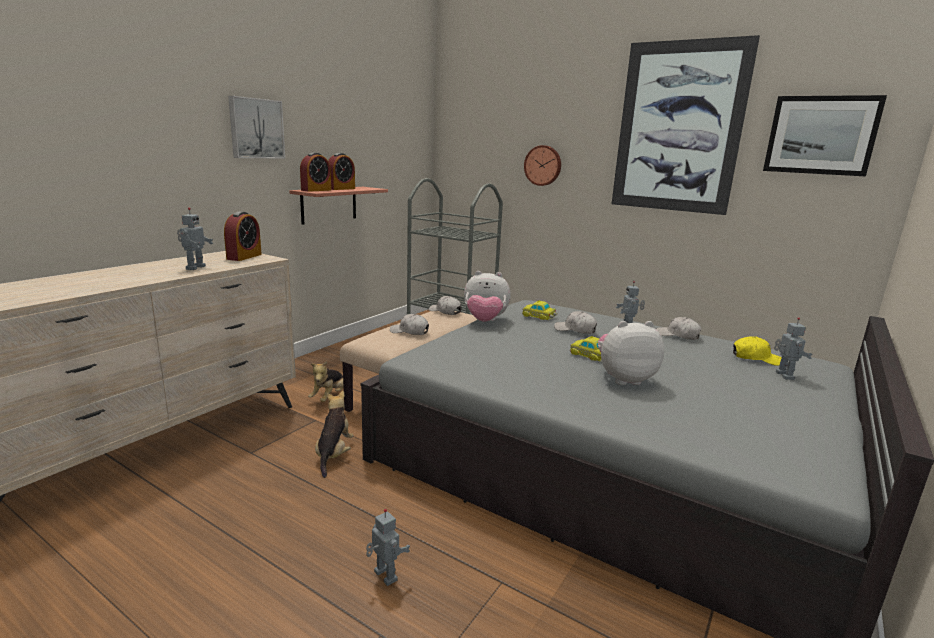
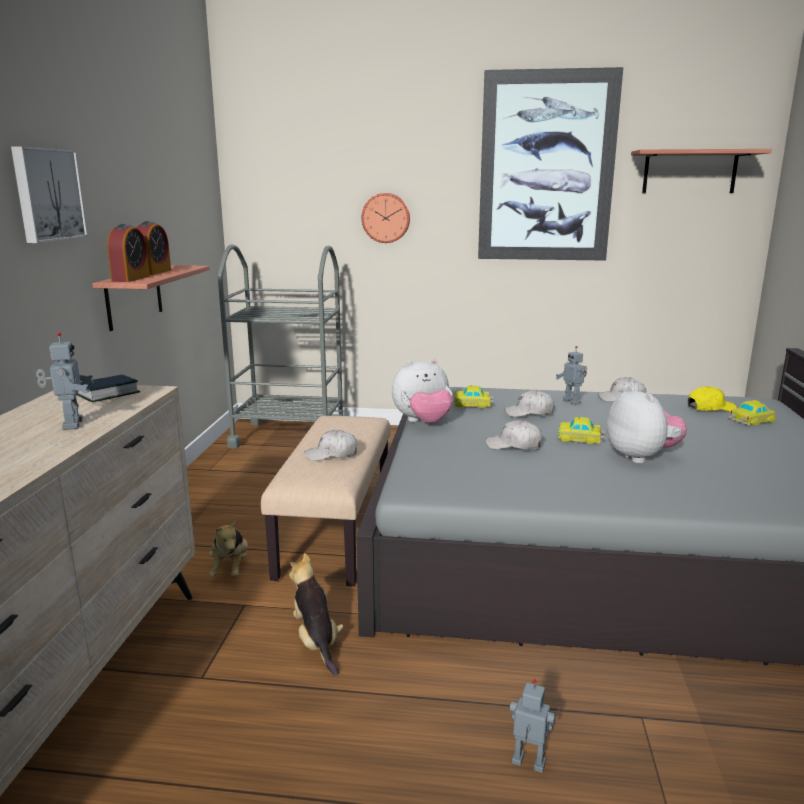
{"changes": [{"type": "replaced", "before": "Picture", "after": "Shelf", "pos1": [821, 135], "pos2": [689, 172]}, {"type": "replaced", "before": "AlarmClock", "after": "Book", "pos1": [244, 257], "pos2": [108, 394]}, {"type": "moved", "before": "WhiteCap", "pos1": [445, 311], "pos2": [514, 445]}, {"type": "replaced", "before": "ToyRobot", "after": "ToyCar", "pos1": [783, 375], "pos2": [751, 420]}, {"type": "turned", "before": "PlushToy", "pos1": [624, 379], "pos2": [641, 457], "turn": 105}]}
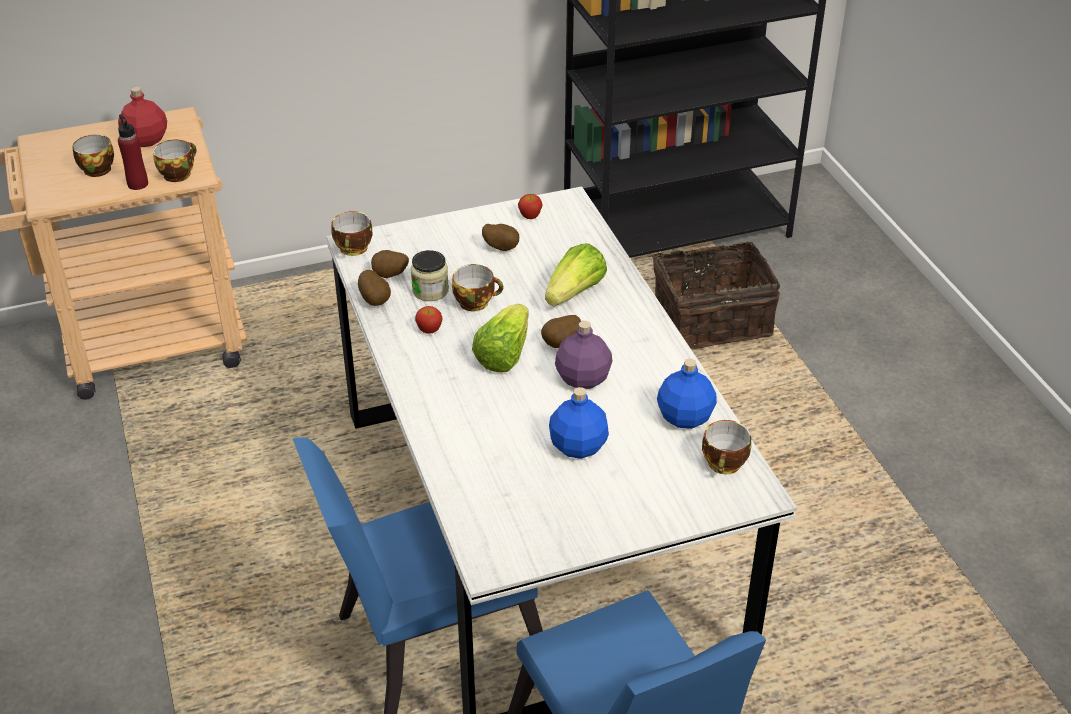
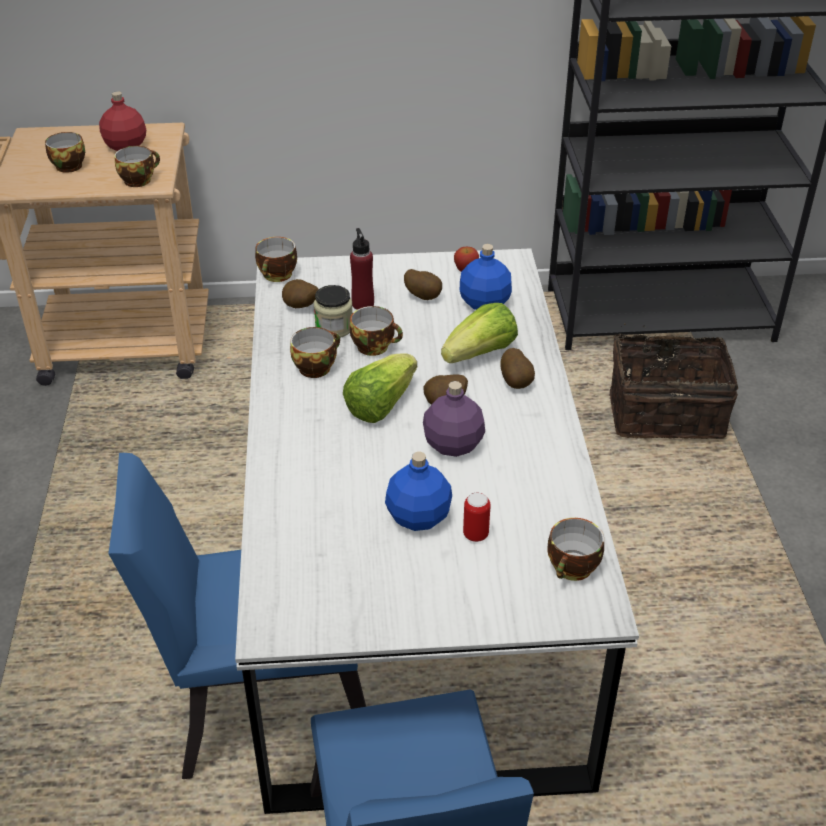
{"changes": [{"type": "moved", "before": "RedBottle", "pos1": [138, 184], "pos2": [363, 304]}, {"type": "moved", "before": "Potato", "pos1": [376, 300], "pos2": [517, 382]}, {"type": "replaced", "before": "Apple", "after": "Cup", "pos1": [429, 330], "pos2": [316, 367]}, {"type": "moved", "before": "BlueBottle", "pos1": [685, 418], "pos2": [485, 303]}, {"type": "added", "after": "Can", "pos2": [475, 534]}]}
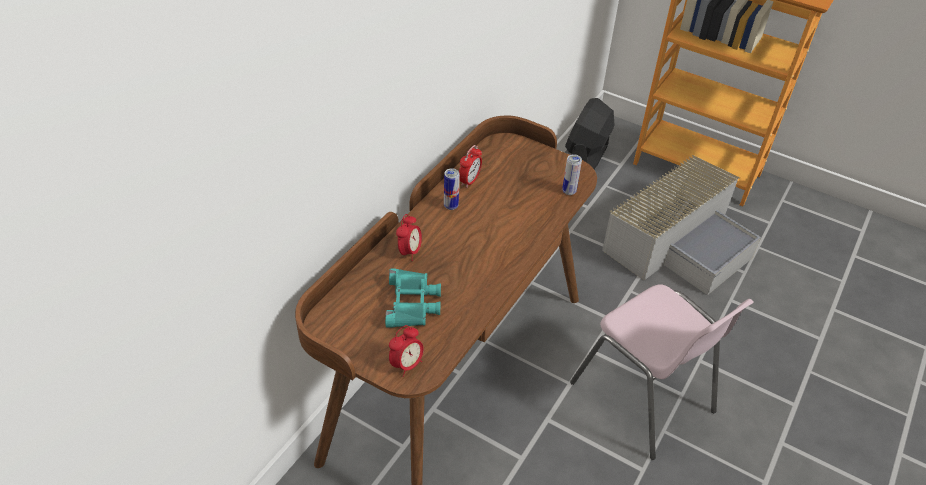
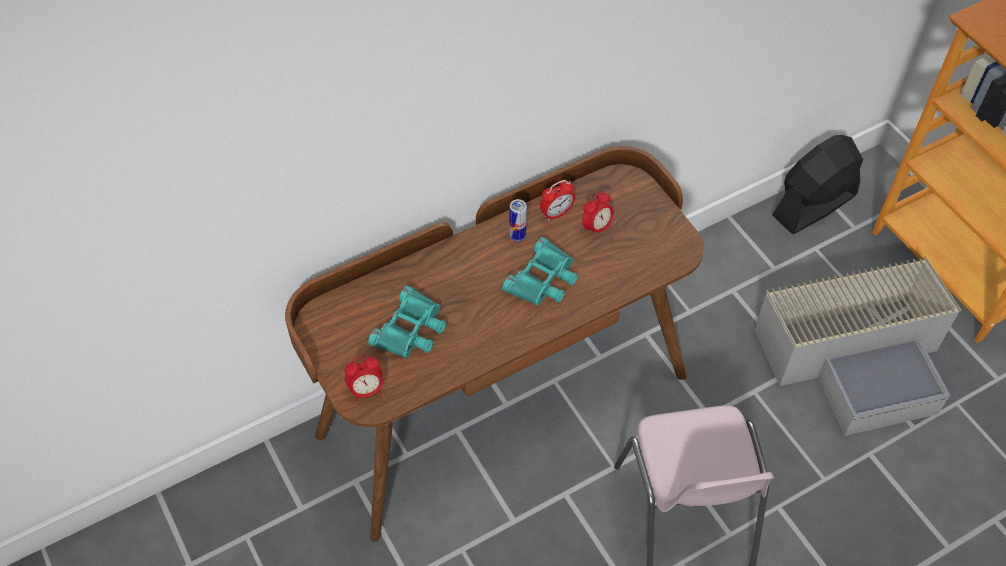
{"changes": [{"type": "removed", "before": "Can", "pos1": [569, 191]}, {"type": "moved", "before": "AlarmClock", "pos1": [409, 252], "pos2": [596, 228]}, {"type": "added", "after": "TurquoiseBinoculars", "pos2": [543, 279]}]}
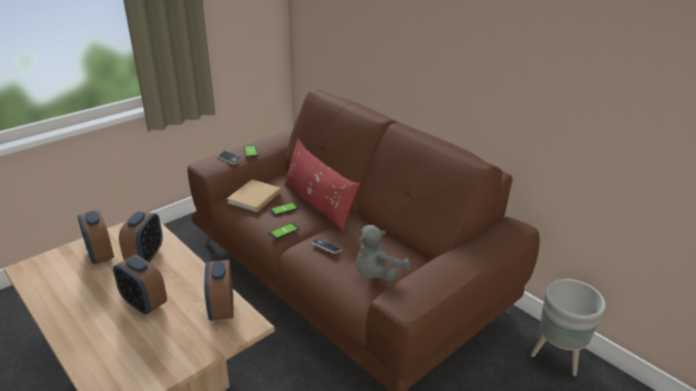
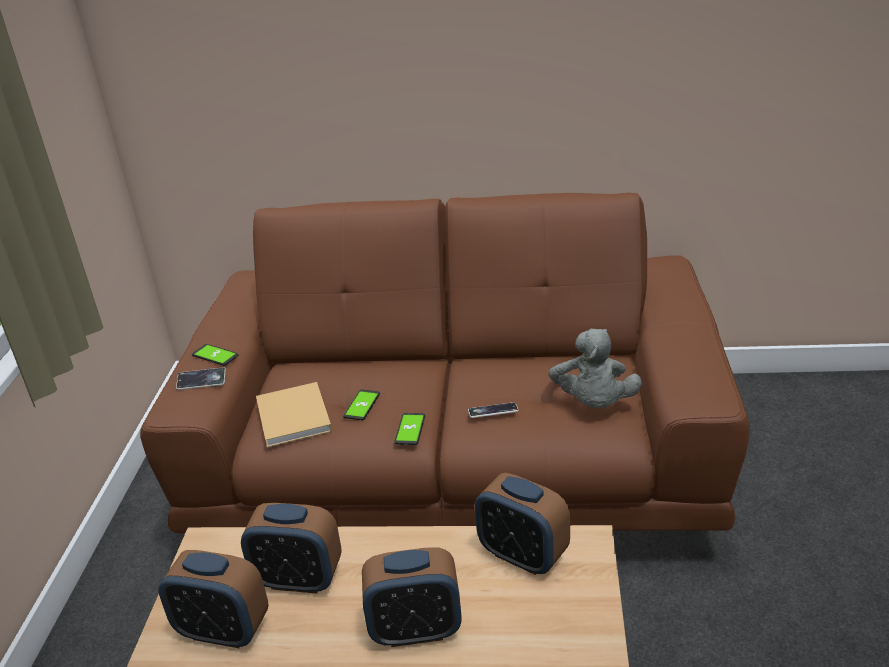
{"changes": [{"type": "removed", "before": "RedPillow", "pos1": [318, 204]}, {"type": "turned", "before": "AlarmClock", "pos1": [145, 256], "pos2": [299, 579], "turn": 135}, {"type": "removed", "before": "GreyPlanter", "pos1": [557, 357]}]}
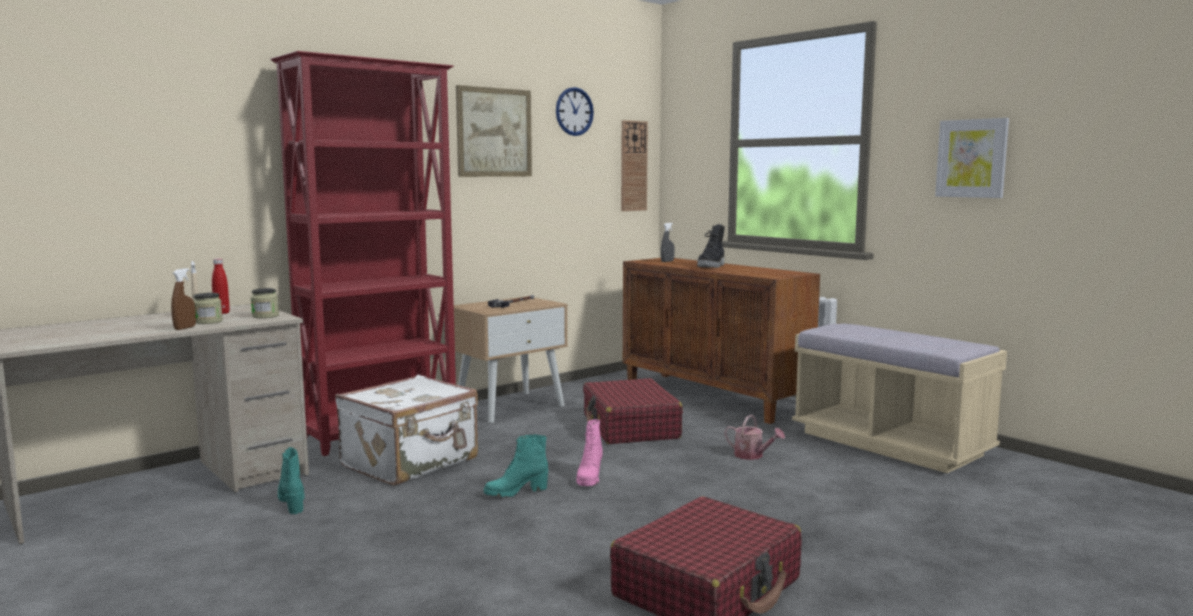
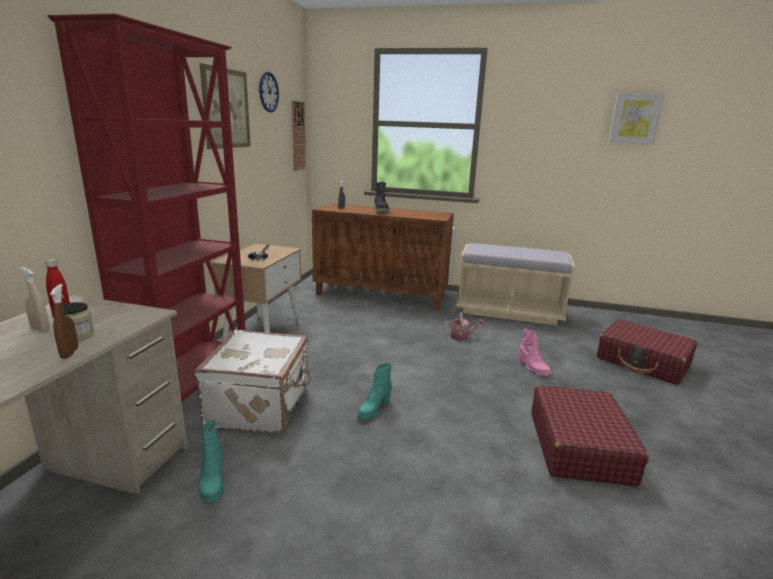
{"changes": [{"type": "moved", "before": "Picture", "pos1": [972, 158], "pos2": [635, 118]}, {"type": "removed", "before": "Jar", "pos1": [265, 316]}, {"type": "moved", "before": "RedSuitcase", "pos1": [630, 427], "pos2": [643, 362]}, {"type": "moved", "before": "PinkBoot", "pos1": [589, 478], "pos2": [532, 368]}, {"type": "turned", "before": "TurquoiseBoot", "pos1": [292, 502], "pos2": [212, 483], "turn": -135}]}
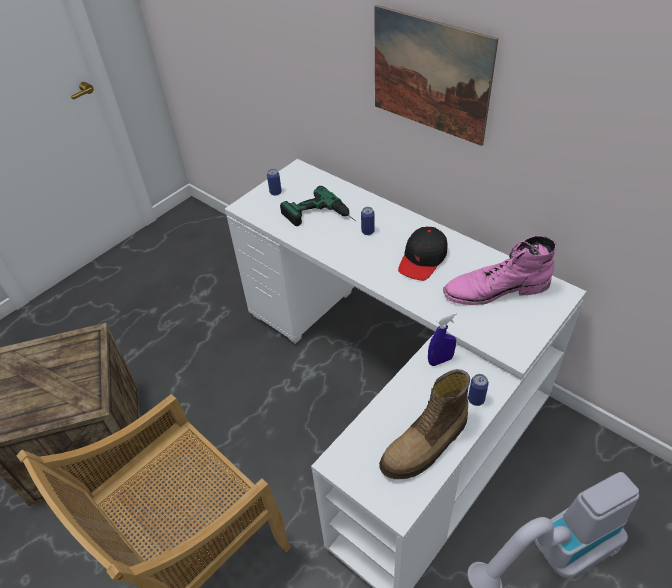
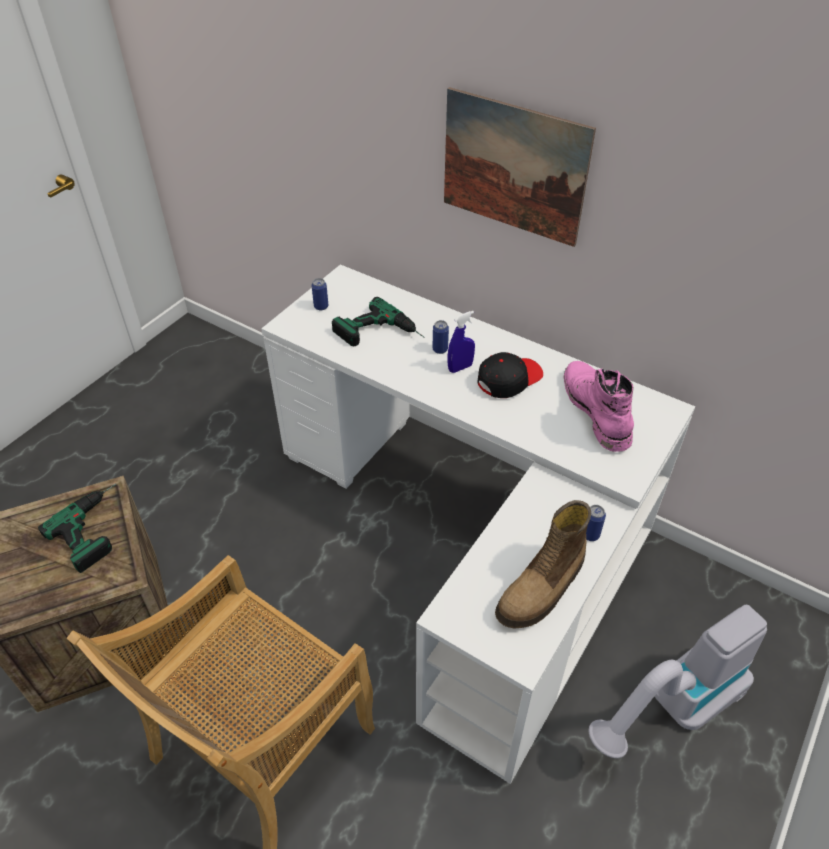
{"changes": [{"type": "turned", "before": "BlackCap", "pos1": [422, 259], "pos2": [509, 379], "turn": -150}, {"type": "turned", "before": "PinkBoot", "pos1": [495, 290], "pos2": [596, 410], "turn": 90}, {"type": "moved", "before": "BlueSprayBottle", "pos1": [440, 360], "pos2": [460, 368]}, {"type": "added", "after": "PowerDrill", "pos2": [96, 527]}]}
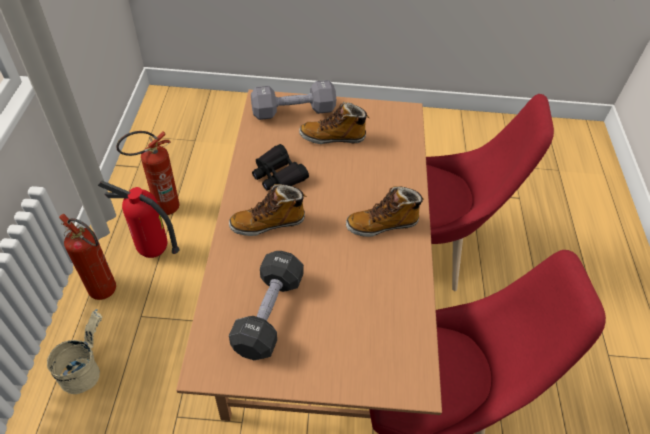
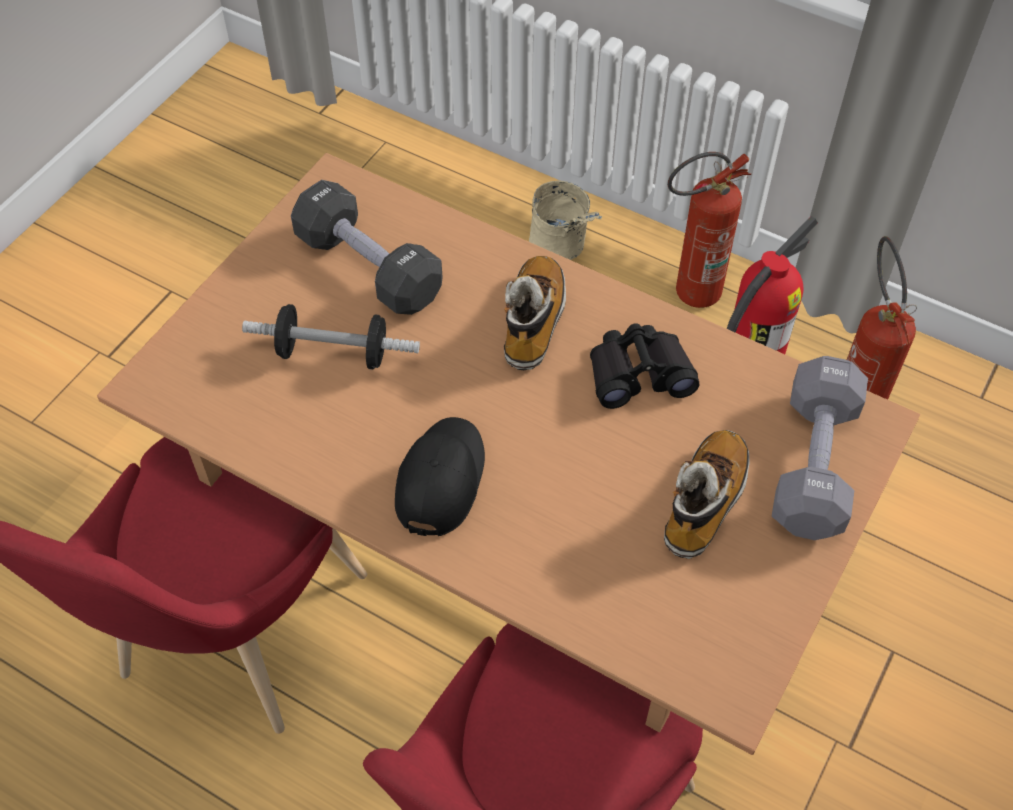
{"changes": [{"type": "replaced", "before": "Boot", "after": "BlackCap", "pos1": [382, 224], "pos2": [440, 480]}, {"type": "added", "after": "Dumbbell", "pos2": [333, 353]}]}
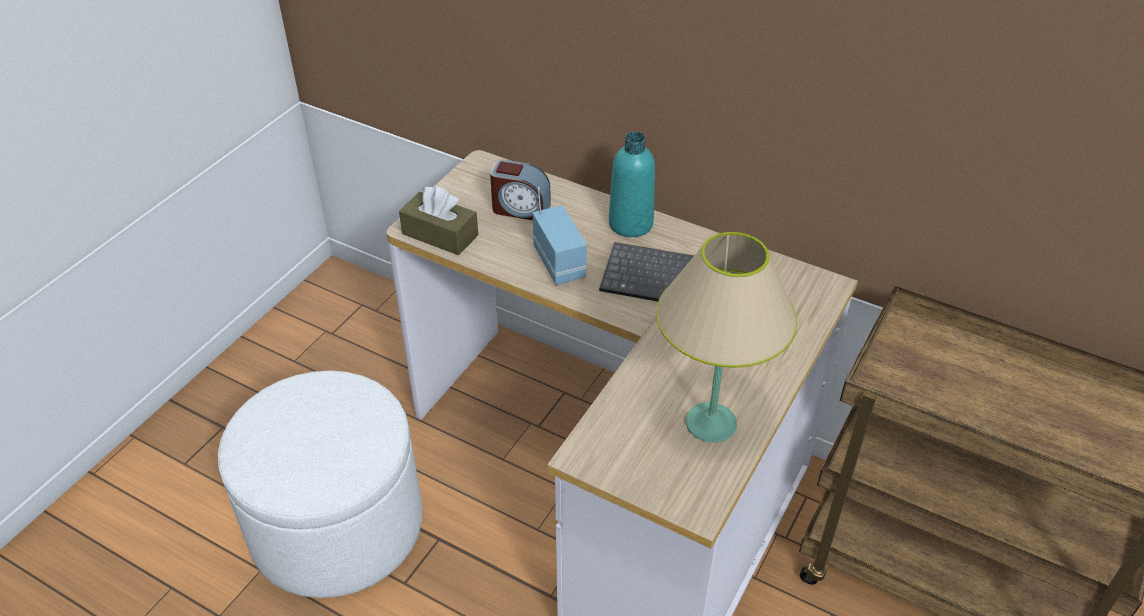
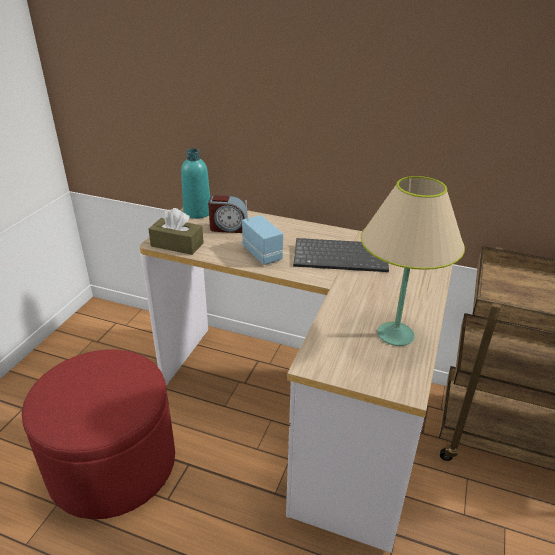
{"changes": [{"type": "moved", "before": "TurquoiseBottle", "pos1": [630, 224], "pos2": [197, 212]}, {"type": "recoloured", "before": "WhiteOttoman", "after": "RedOttoman", "pos1": [337, 525], "pos2": [113, 464]}]}
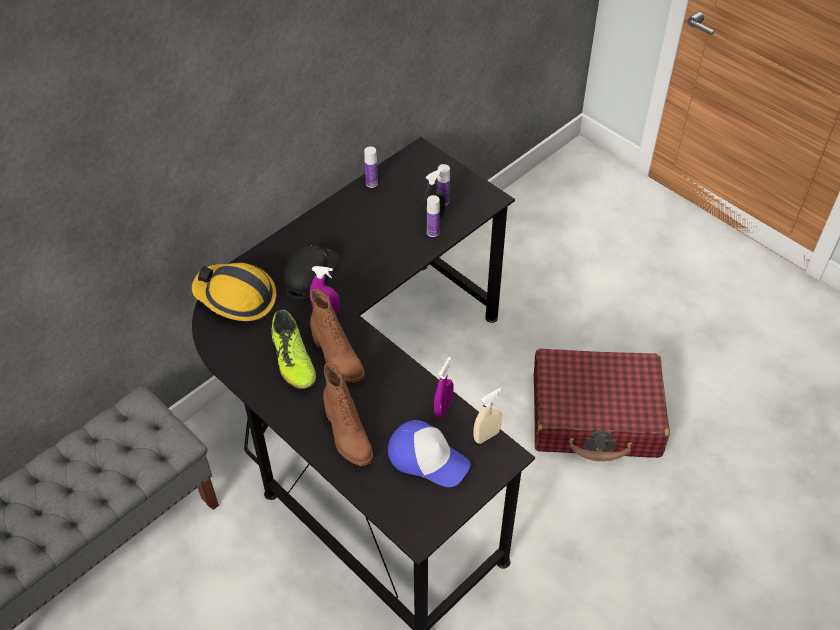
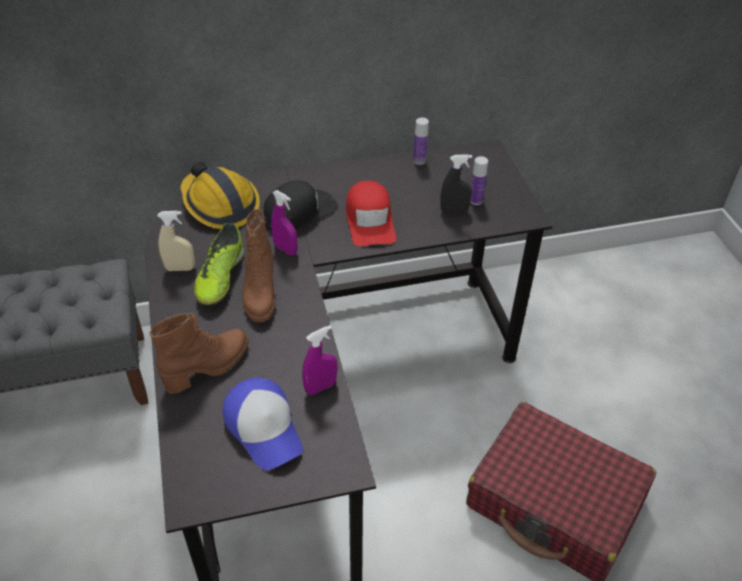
{"changes": [{"type": "removed", "before": "Bottle", "pos1": [432, 232]}, {"type": "turned", "before": "BrownBoot", "pos1": [347, 435], "pos2": [208, 367], "turn": -135}, {"type": "moved", "before": "BeigeSprayBottle", "pos1": [486, 436], "pos2": [180, 268]}, {"type": "added", "after": "RedCap", "pos2": [370, 220]}]}
